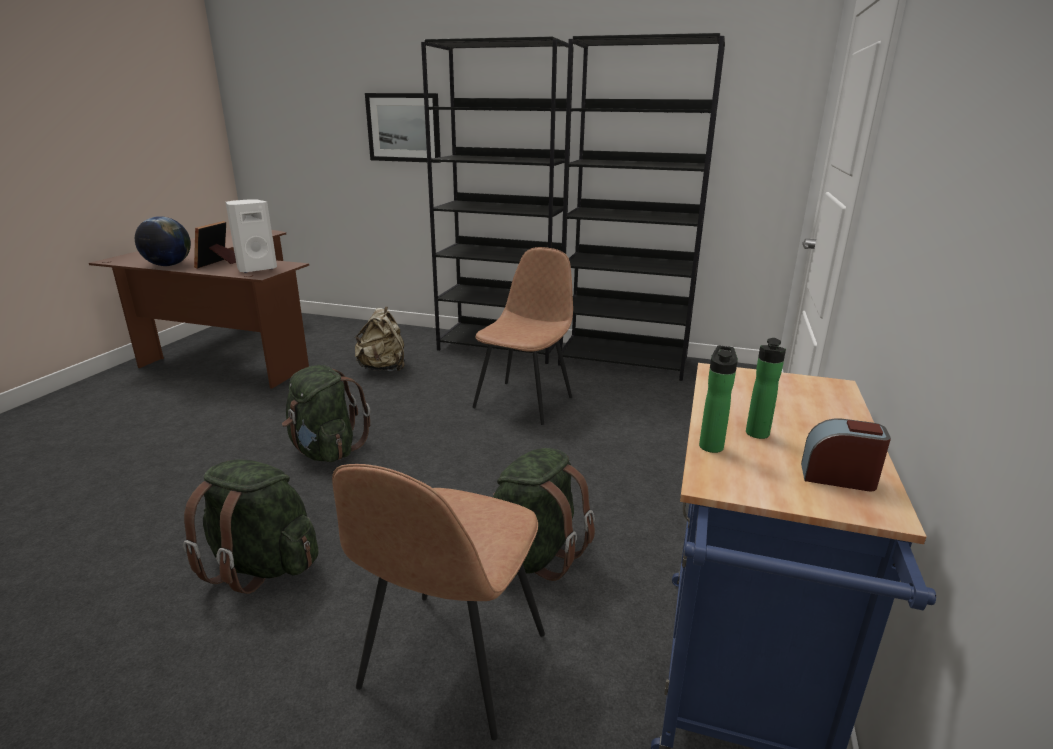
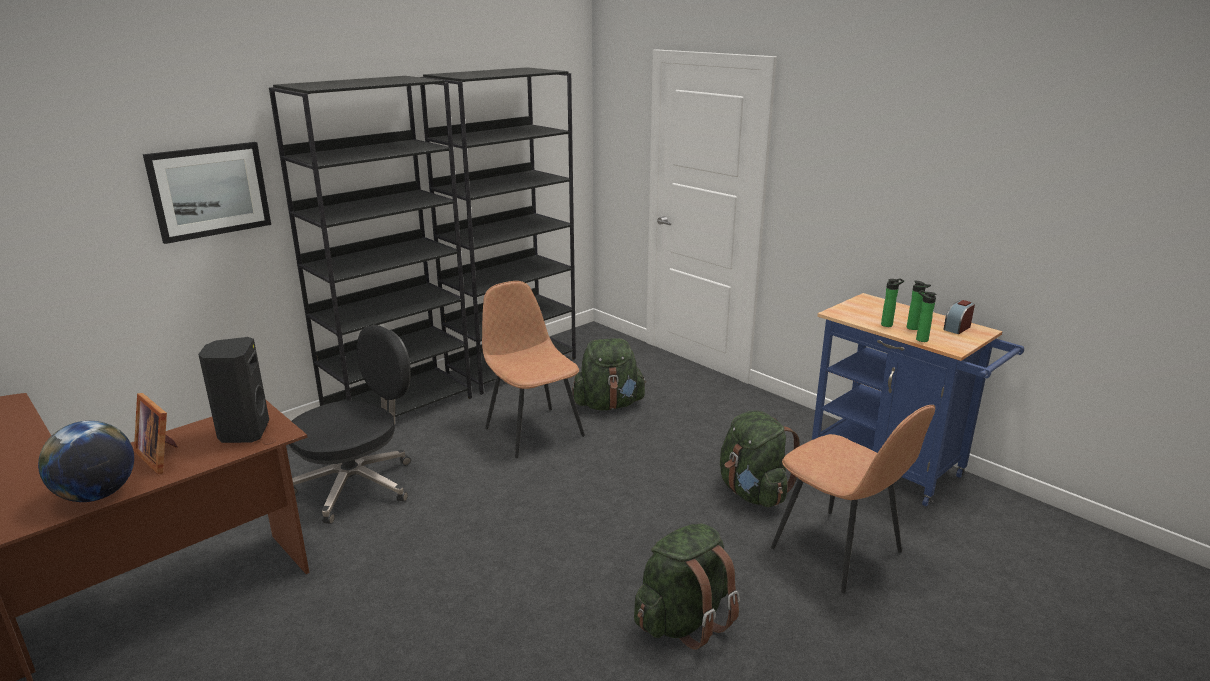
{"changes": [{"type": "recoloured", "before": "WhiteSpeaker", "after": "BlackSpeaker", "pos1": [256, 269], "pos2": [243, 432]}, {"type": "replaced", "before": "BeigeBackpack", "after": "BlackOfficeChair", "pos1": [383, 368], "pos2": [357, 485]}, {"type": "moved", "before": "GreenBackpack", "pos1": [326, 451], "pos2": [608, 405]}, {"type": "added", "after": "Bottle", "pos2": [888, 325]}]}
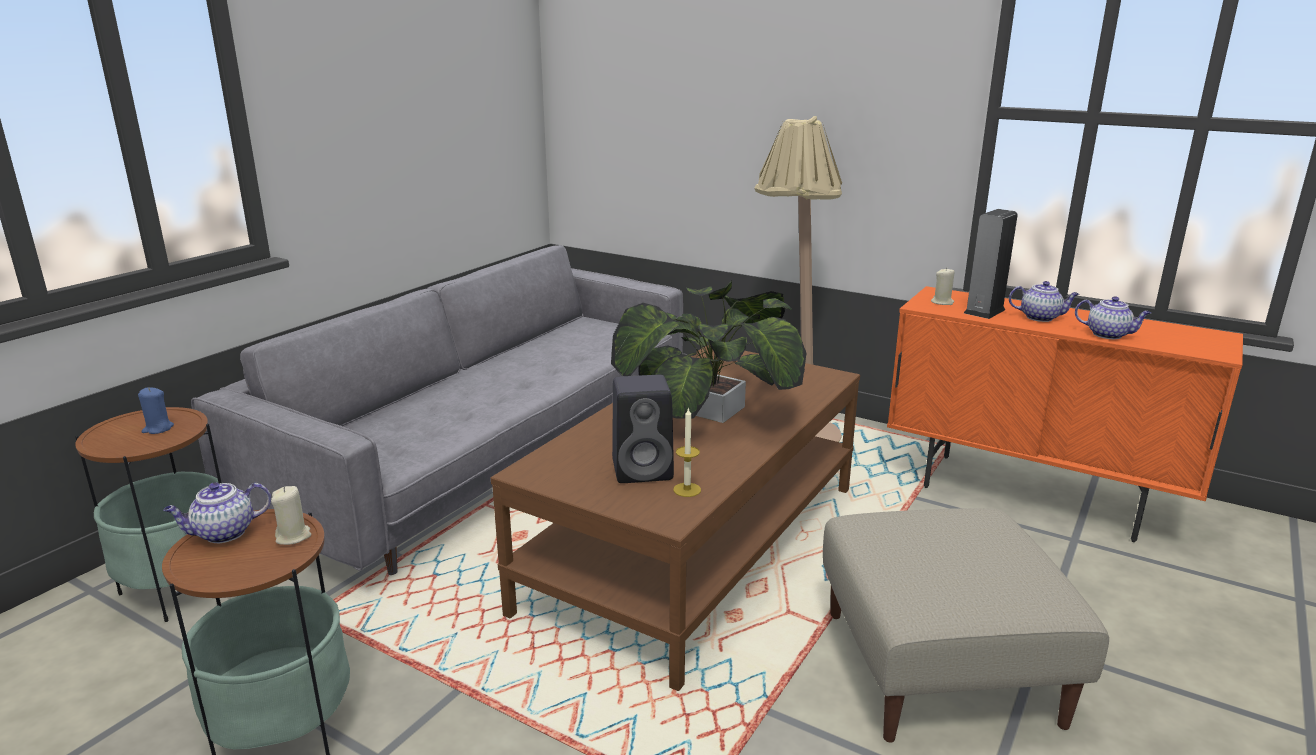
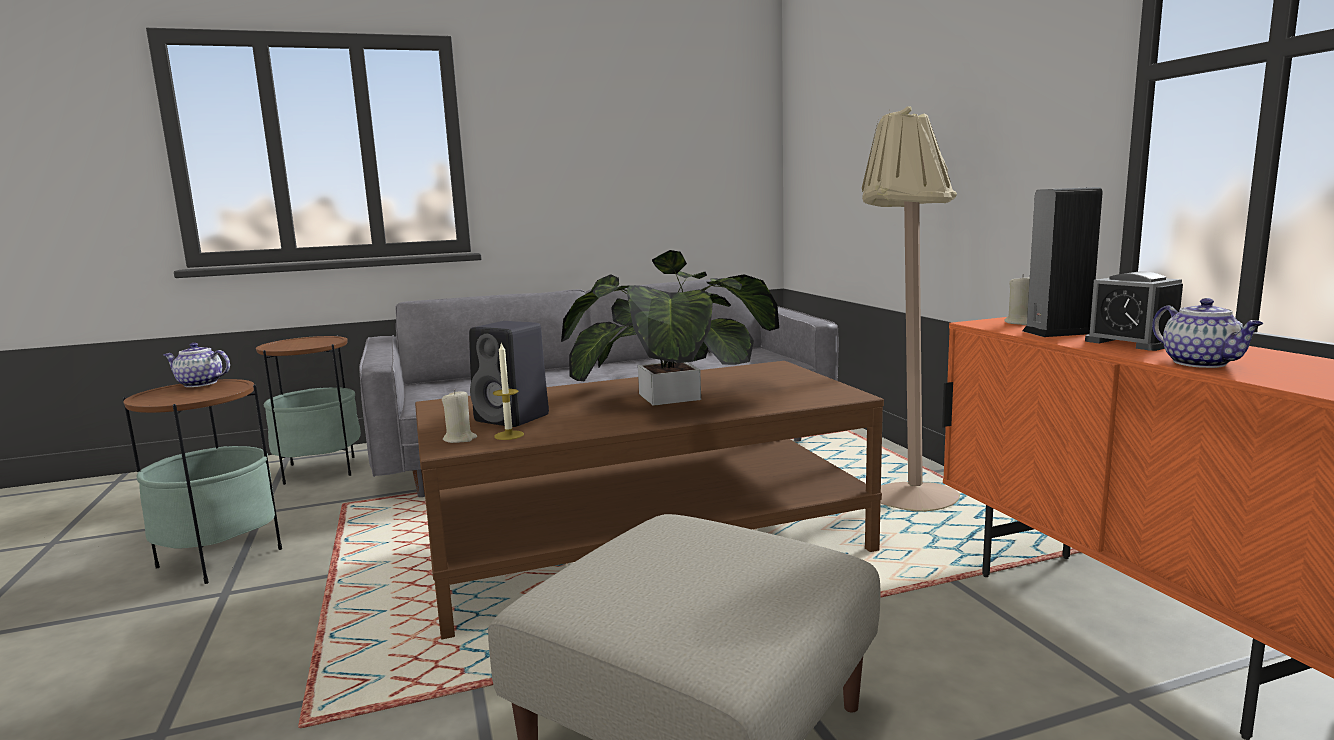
{"changes": [{"type": "replaced", "before": "Teapot", "after": "AlarmClock", "pos1": [1040, 317], "pos2": [1131, 342]}, {"type": "removed", "before": "BlueCandle", "pos1": [158, 429]}, {"type": "moved", "before": "BeigeCandle", "pos1": [293, 536], "pos2": [460, 439]}]}
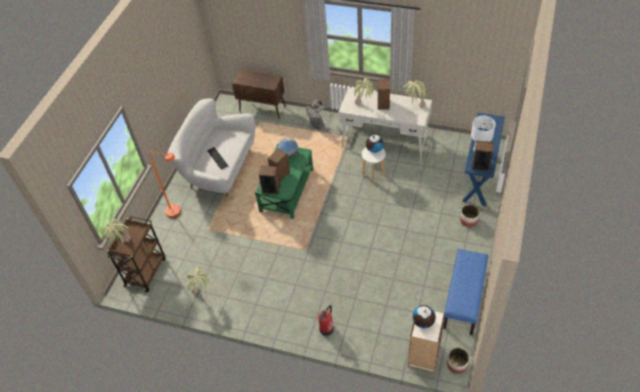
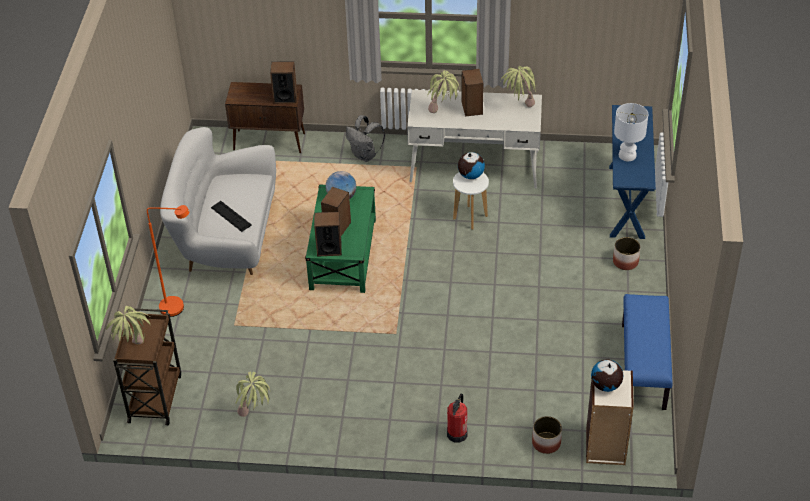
{"changes": [{"type": "moved", "before": "Speaker", "pos1": [480, 165], "pos2": [285, 97]}, {"type": "moved", "before": "Planter", "pos1": [457, 365], "pos2": [546, 443]}]}
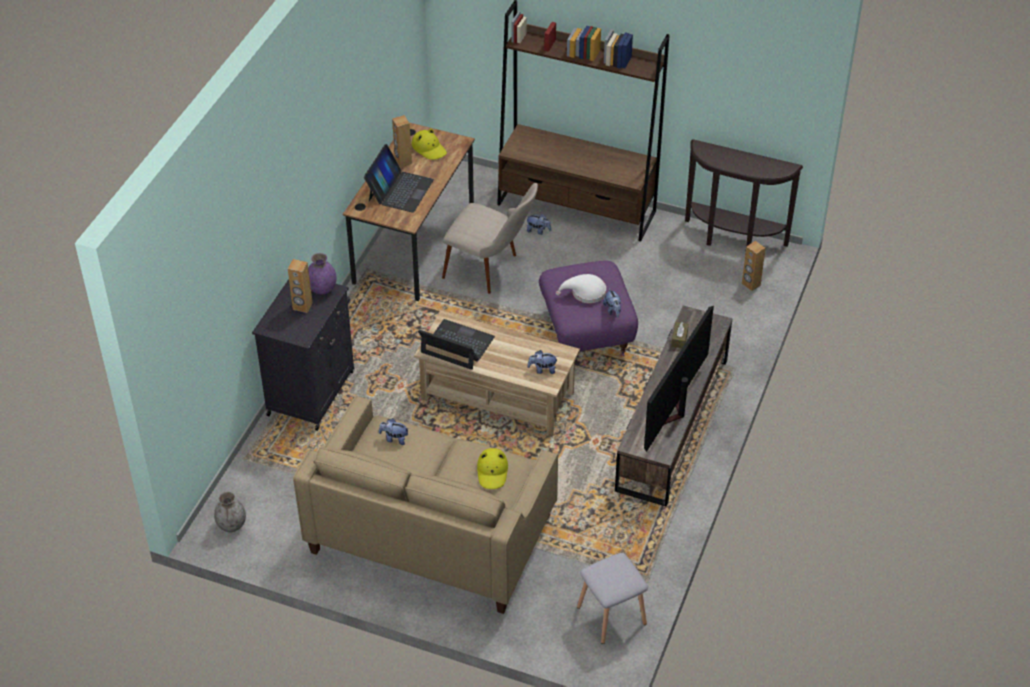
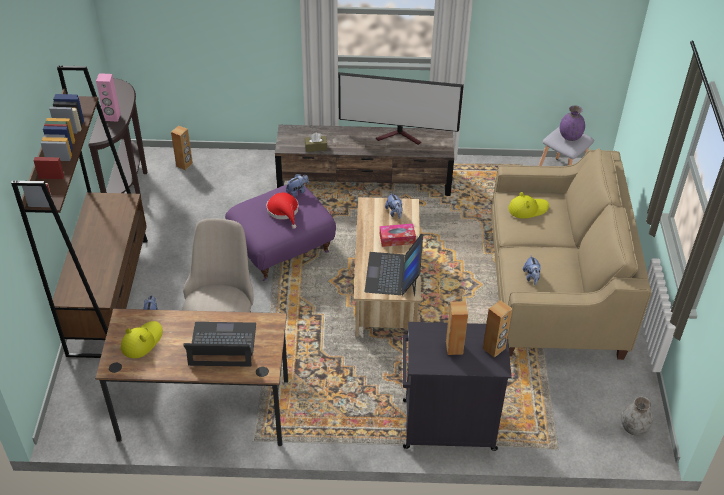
{"changes": [{"type": "moved", "before": "BrownSpeaker", "pos1": [403, 161], "pos2": [494, 348]}, {"type": "moved", "before": "PurpleVase", "pos1": [322, 288], "pos2": [570, 137]}, {"type": "recoloured", "before": "WhiteHat", "after": "RedHat", "pos1": [585, 293], "pos2": [284, 211]}, {"type": "added", "after": "PinkSpeaker", "pos2": [112, 117]}, {"type": "added", "after": "TissueBox", "pos2": [397, 239]}]}
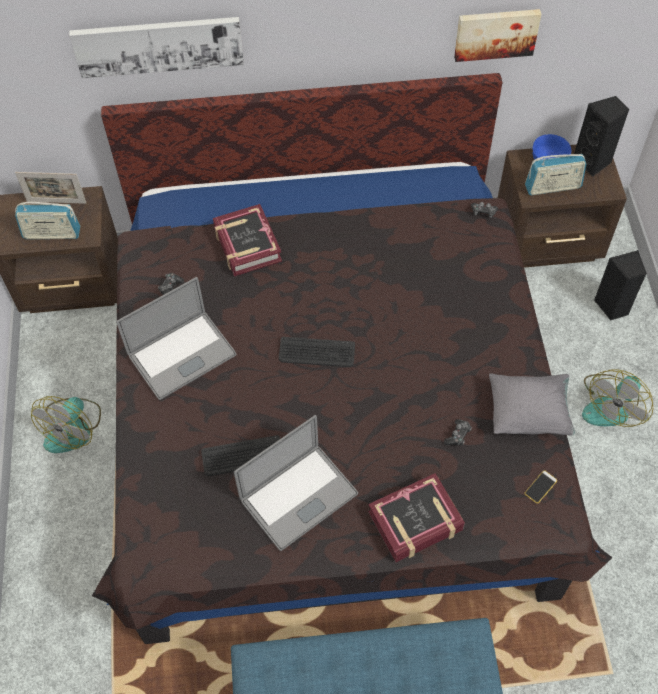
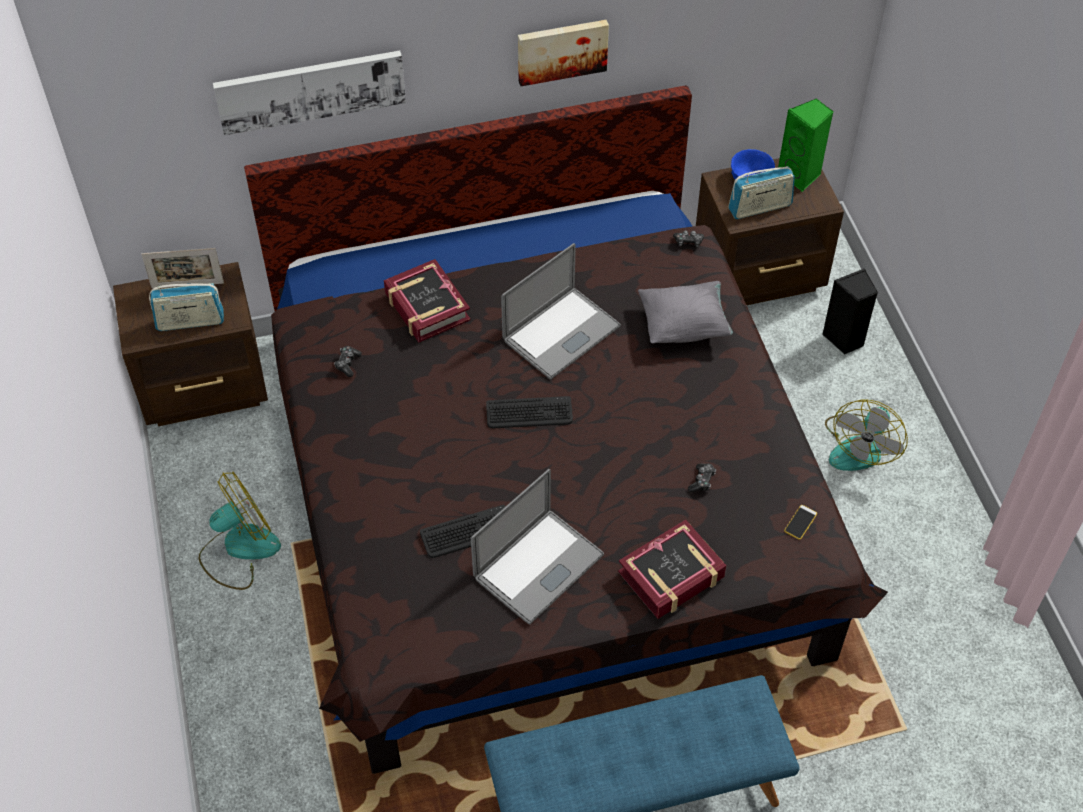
{"changes": [{"type": "moved", "before": "Picture", "pos1": [496, 33], "pos2": [561, 50]}, {"type": "recoloured", "before": "BlackSpeaker", "after": "GreenSpeaker", "pos1": [593, 162], "pos2": [801, 175]}, {"type": "moved", "before": "Laptop", "pos1": [182, 355], "pos2": [561, 333]}, {"type": "moved", "before": "GreyPillow", "pos1": [528, 413], "pos2": [684, 326]}, {"type": "turned", "before": "Fan", "pos1": [73, 428], "pos2": [239, 549], "turn": -135}]}
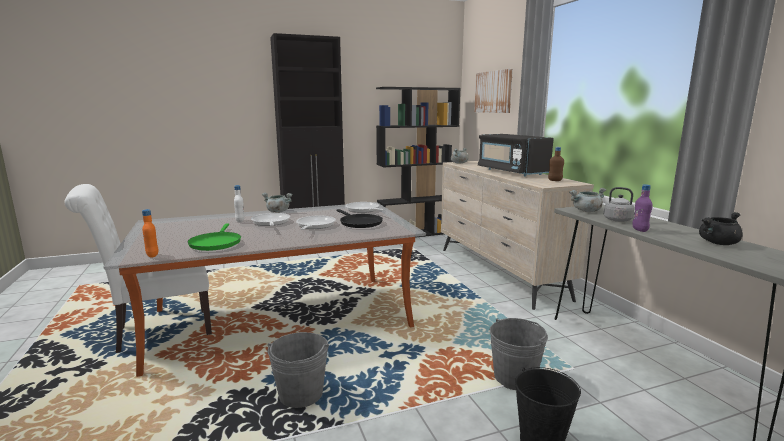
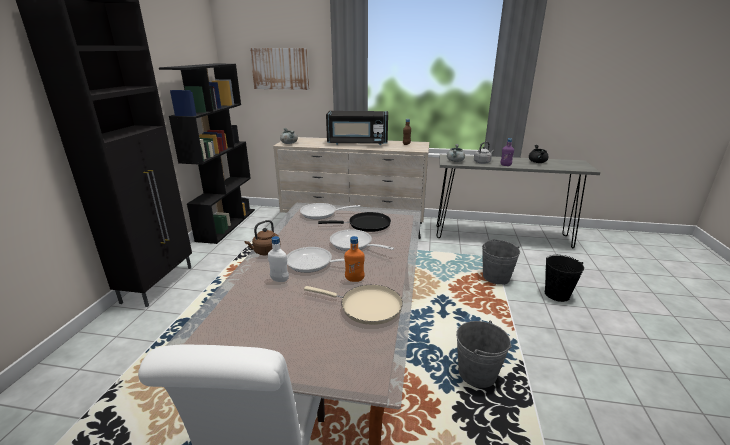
{"changes": [{"type": "replaced", "before": "GreyCookingPot", "after": "BrownKettle", "pos1": [277, 212], "pos2": [265, 252]}, {"type": "moved", "before": "OrangeBottle", "pos1": [152, 255], "pos2": [354, 279]}, {"type": "recoloured", "before": "GreenFryingPan", "after": "BeigeFryingPan", "pos1": [216, 243], "pos2": [366, 306]}]}
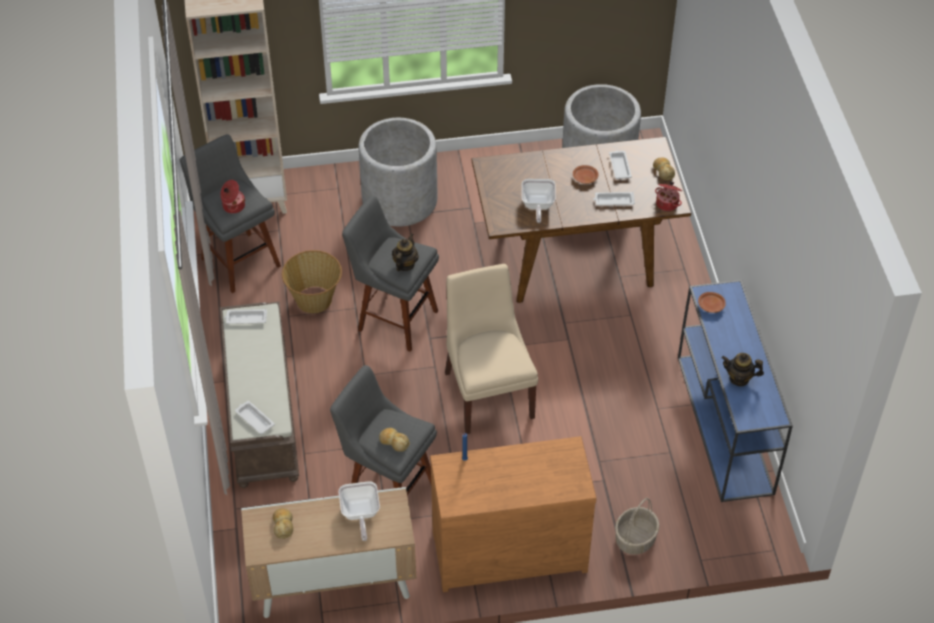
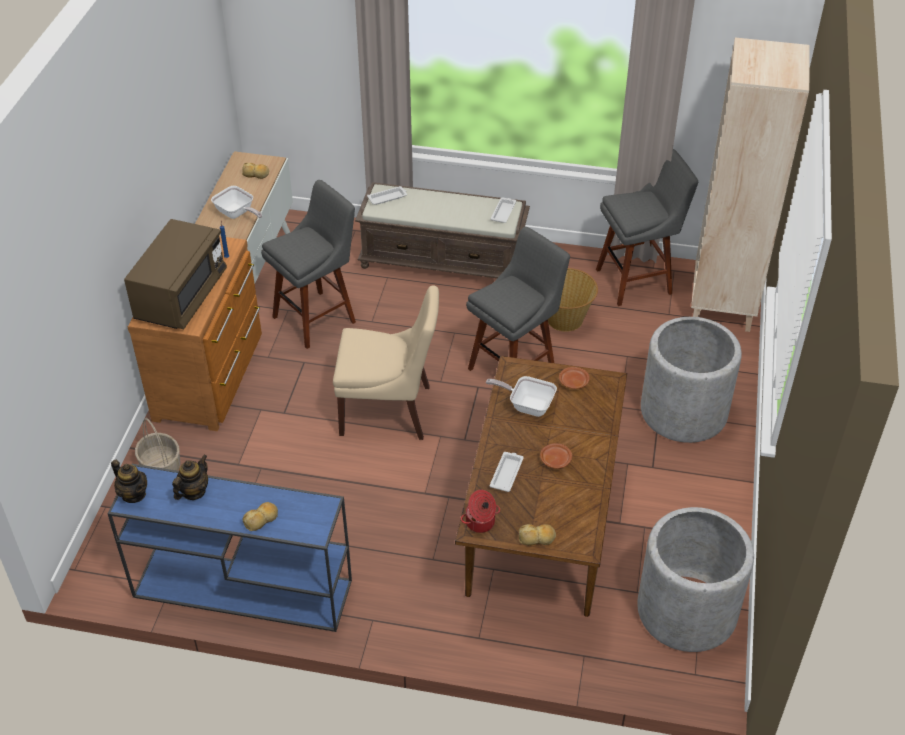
{"changes": [{"type": "removed", "before": "WhiteTray", "pos1": [619, 166]}, {"type": "removed", "before": "CookingPot", "pos1": [233, 206]}, {"type": "moved", "before": "Teapot", "pos1": [405, 264], "pos2": [134, 494]}, {"type": "moved", "before": "BrownPlate", "pos1": [711, 306], "pos2": [573, 382]}, {"type": "moved", "before": "Bread", "pos1": [394, 442], "pos2": [261, 519]}, {"type": "turned", "before": "FryingPan", "pos1": [360, 514], "pos2": [237, 214], "turn": -150}, {"type": "added", "after": "BrownMicrowave", "pos2": [181, 296]}]}
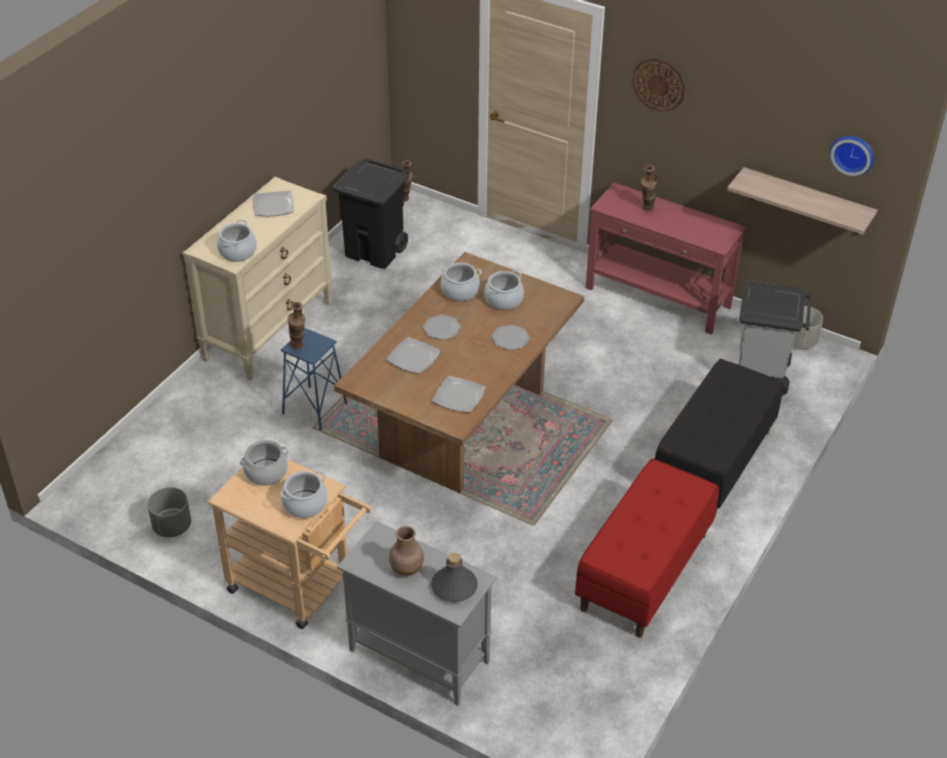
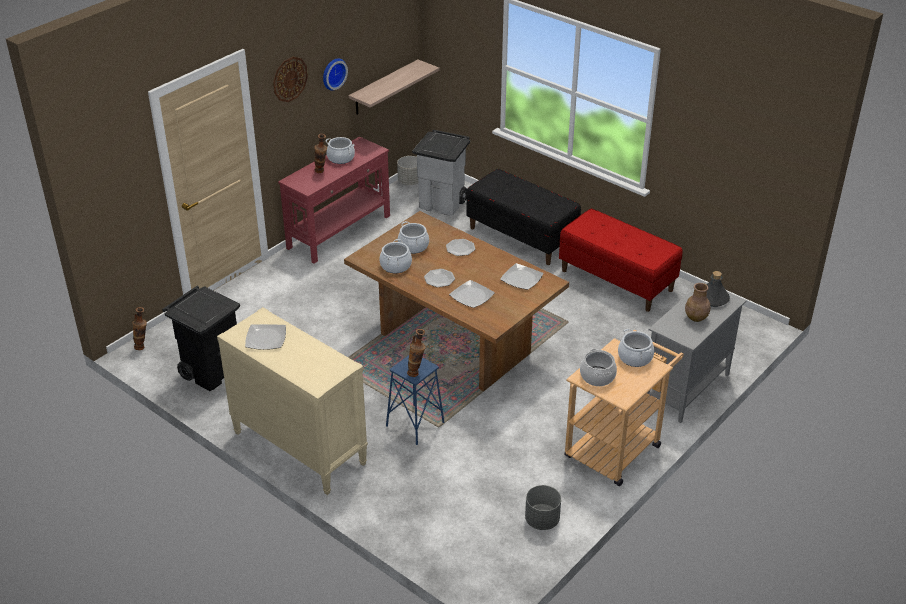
{"changes": [{"type": "moved", "before": "WallClock", "pos1": [853, 153], "pos2": [333, 73]}, {"type": "moved", "before": "CookingPot", "pos1": [238, 252], "pos2": [341, 158]}]}
